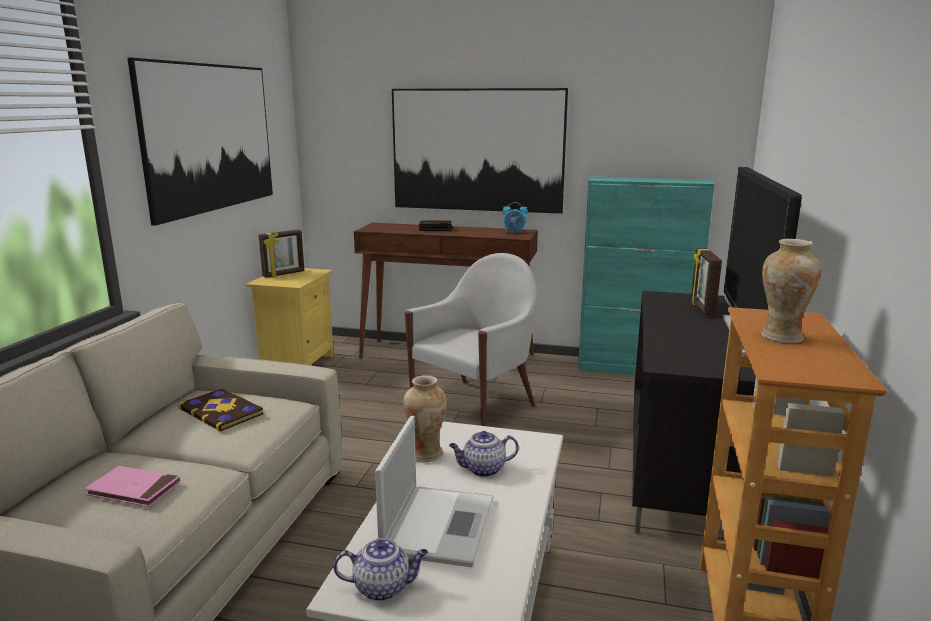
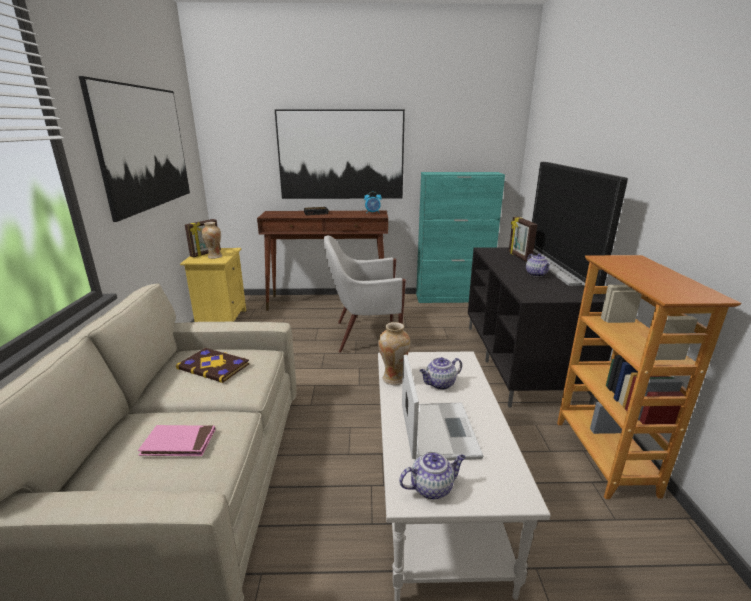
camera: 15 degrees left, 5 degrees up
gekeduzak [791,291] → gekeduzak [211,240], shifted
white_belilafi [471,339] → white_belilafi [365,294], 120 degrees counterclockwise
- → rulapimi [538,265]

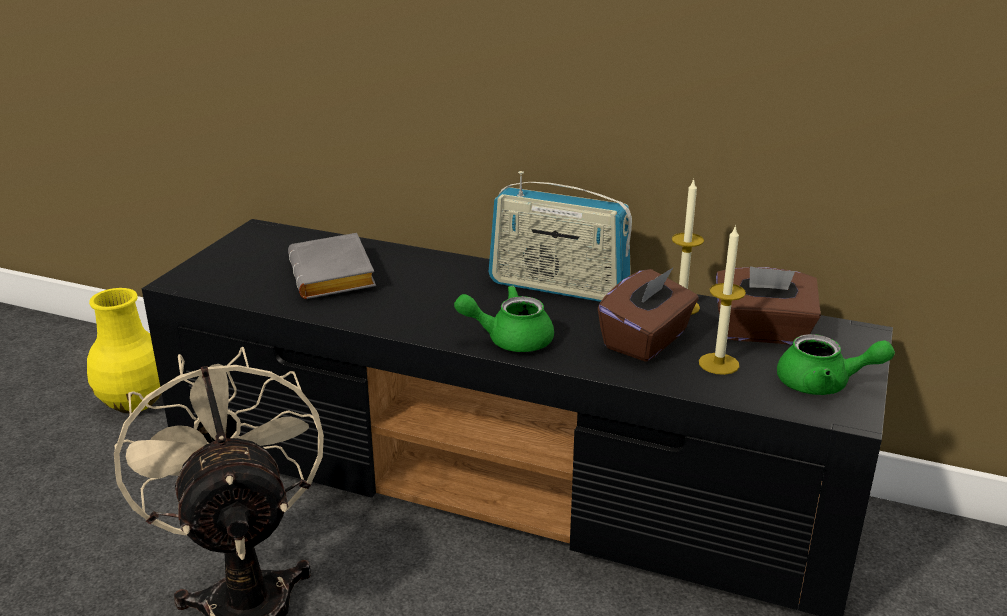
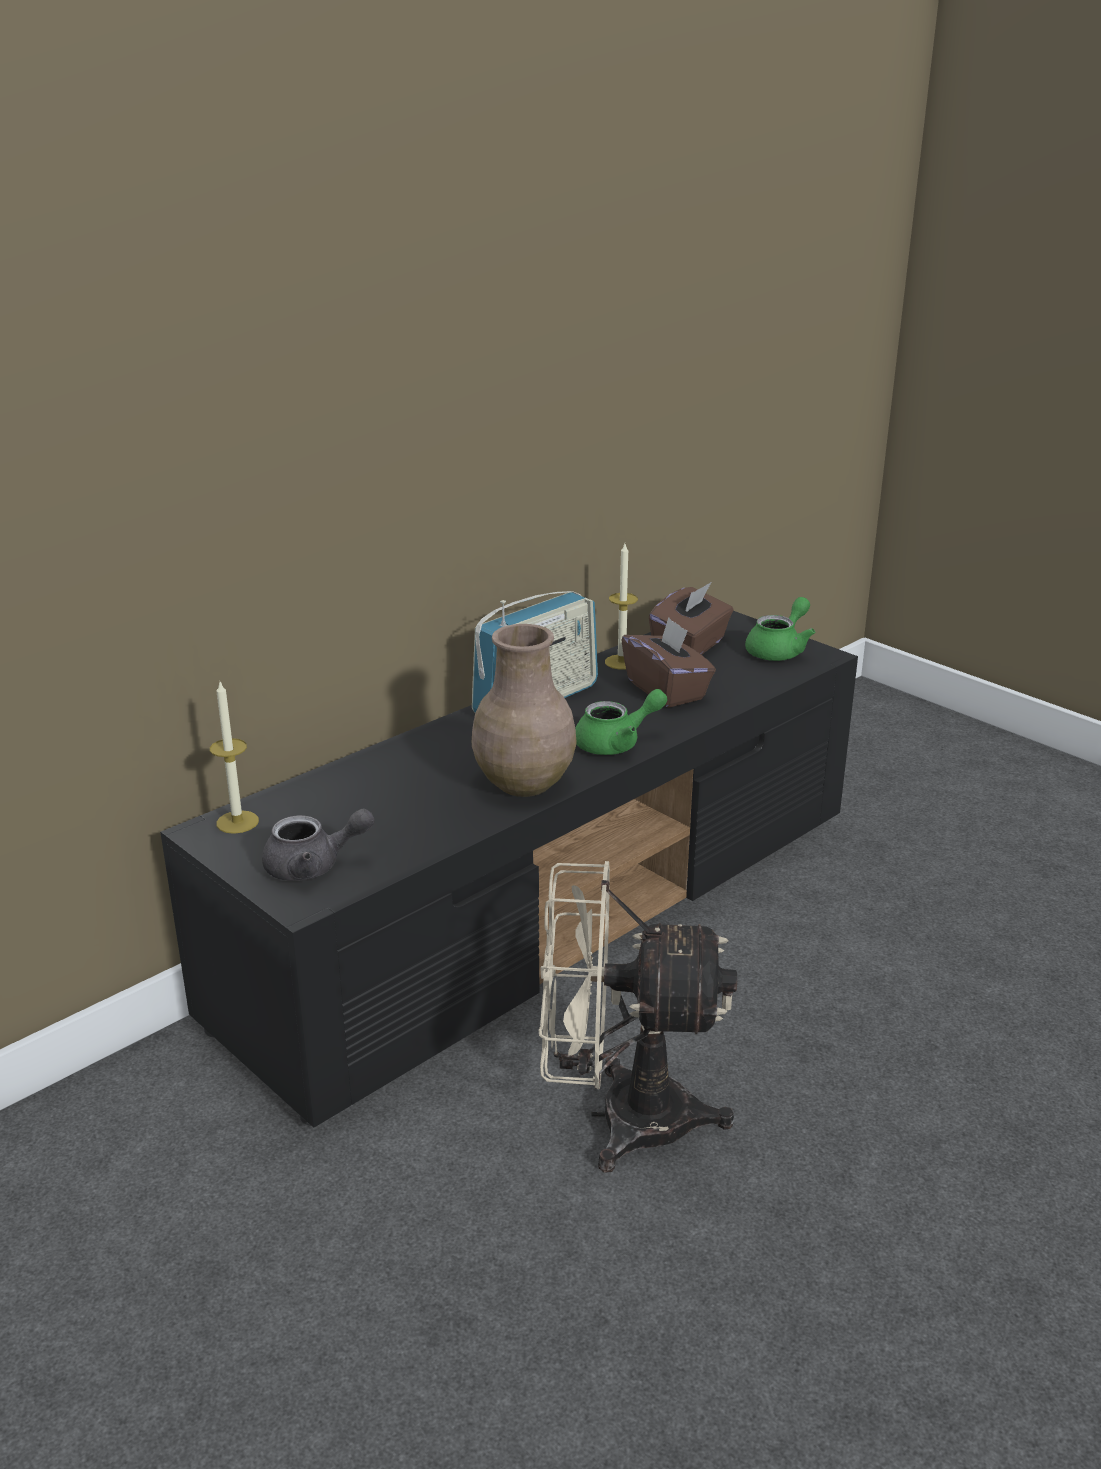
camera: 65 degrees left, 0 degrees up
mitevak [722,300] → mitevak [234,758], shifted
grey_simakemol [332,266] → -
green_rulapimi [504,319] → green_rulapimi [621,722], 135 degrees counterclockwise
yellow_gekeduzak [124,350] → -
- → brown_gekeduzak [524,710]
- → grey_rulapimi [318,844]

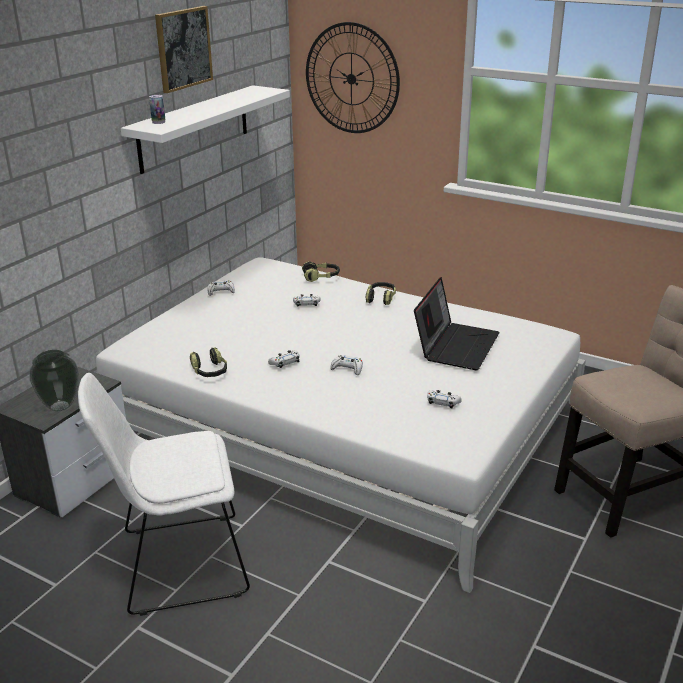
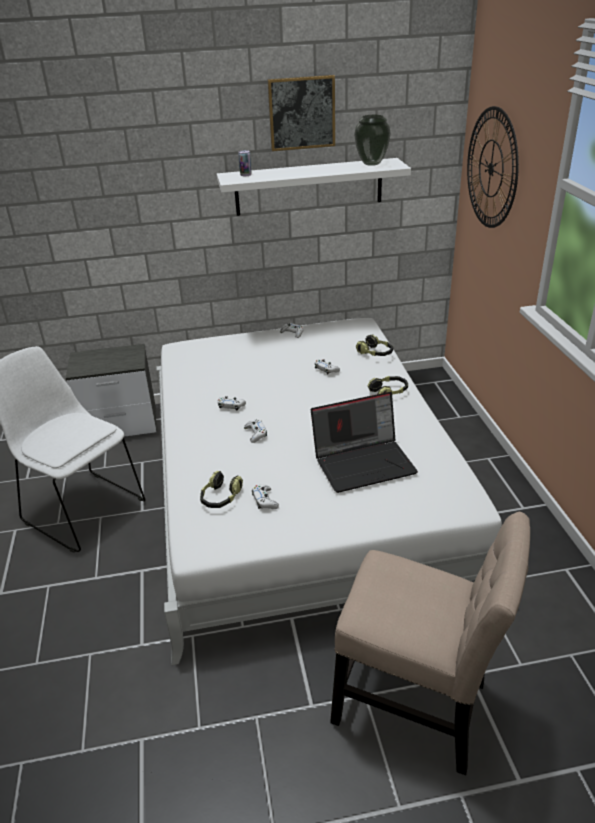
camera: 50 degrees right, 5 degrees up
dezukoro [208,362] → dezukoro [221,489], shifted
gekeduzak [54,380] → gekeduzak [372,140], shifted

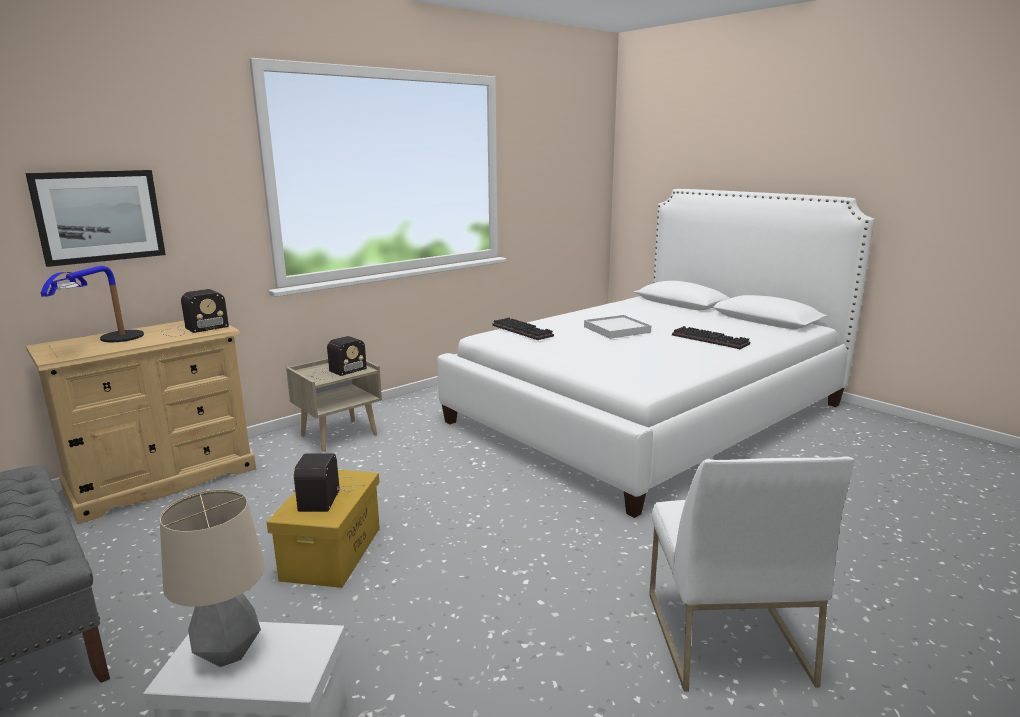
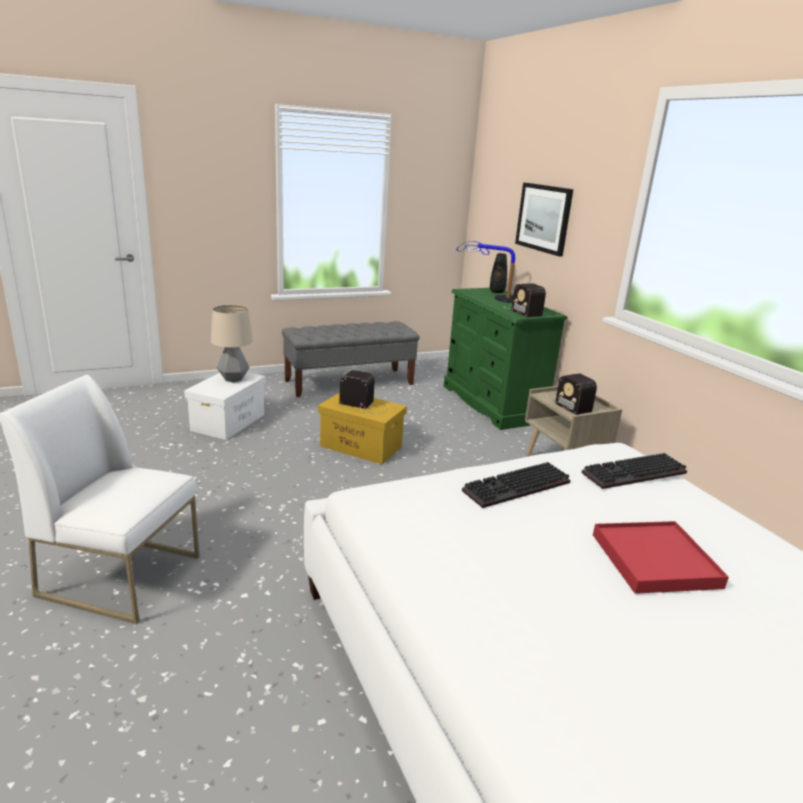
camera: 105 degrees right, 5 degrees up
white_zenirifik [618,327] → red_zenirifik [661,557]
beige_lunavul [141,422] → green_lunavul [505,359]
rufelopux [711,337] → rufelopux [516,485], shifted
- → black_gekeduzak [498,273]

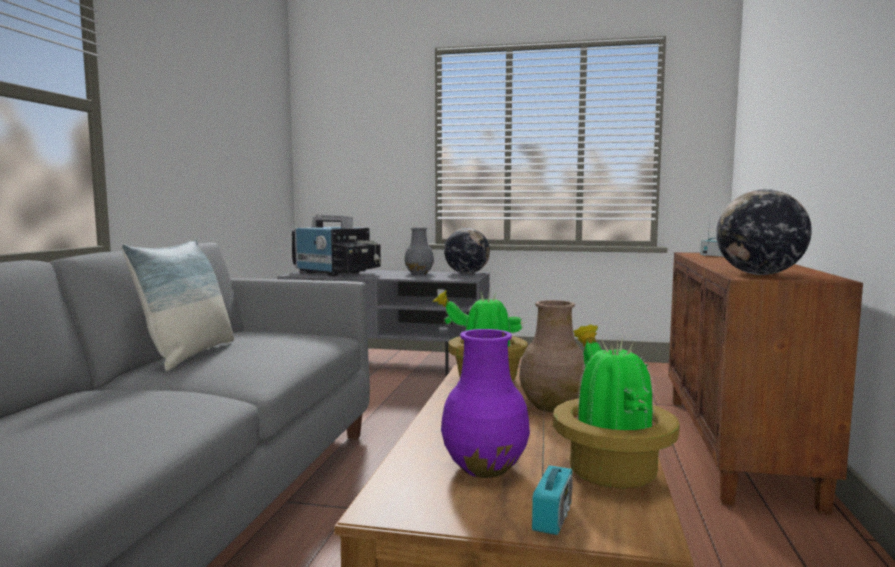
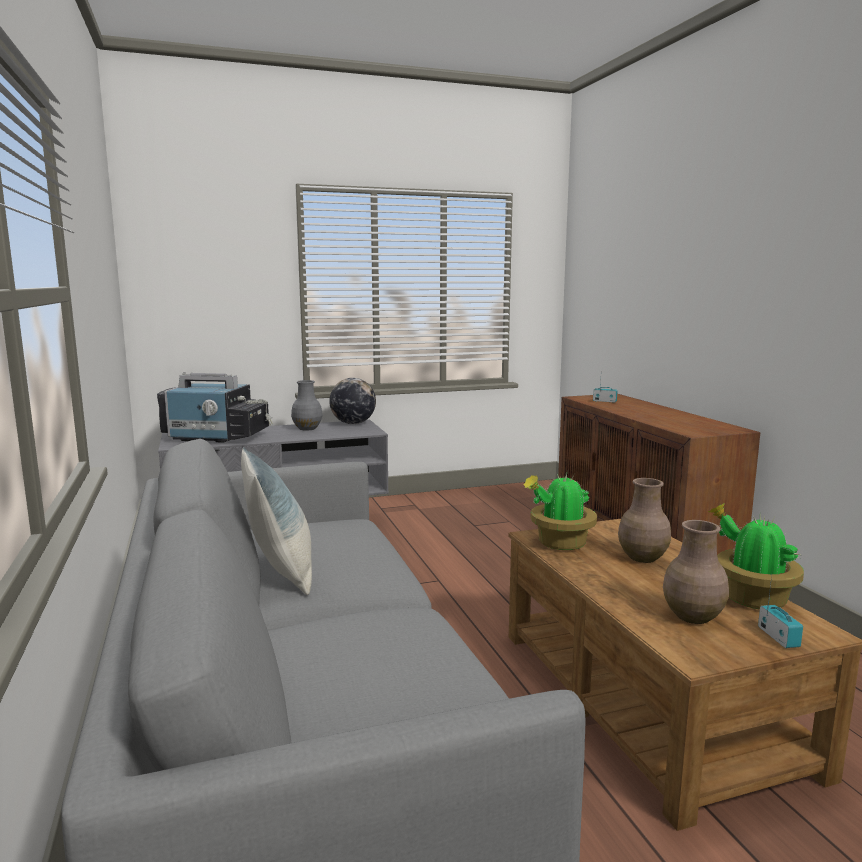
camera: 30 degrees left, 5 degrees up
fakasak [764,232] → -
purple_gekeduzak [485,403] → brown_gekeduzak [696,572]

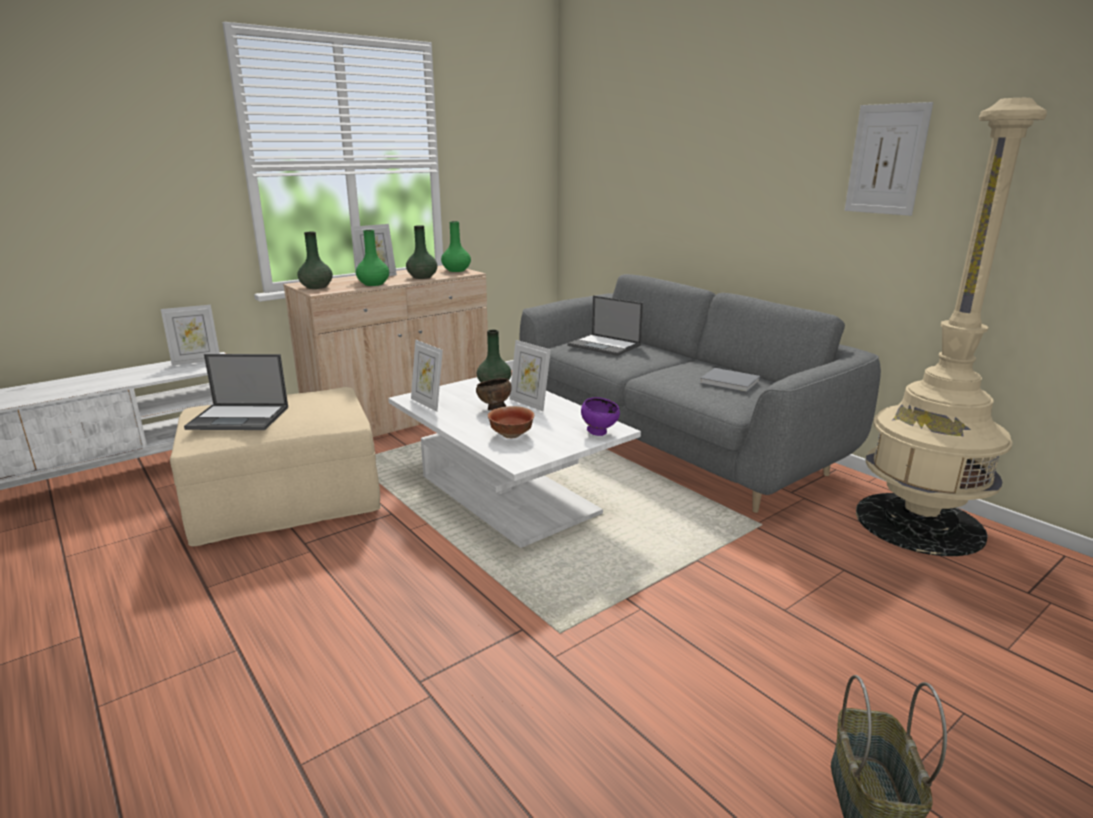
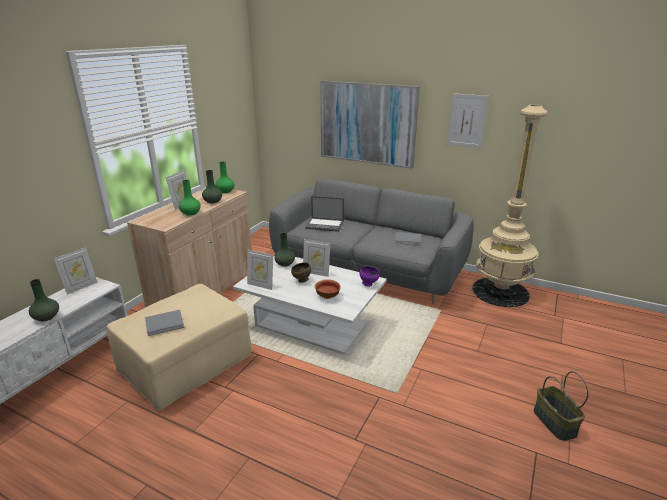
camera: 25 degrees left, 5 degrees up
green_gekeduzak [315,260] → green_gekeduzak [44,300], shifted
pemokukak [236,392] → grey_simakemol [164,323]
- → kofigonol [370,125]

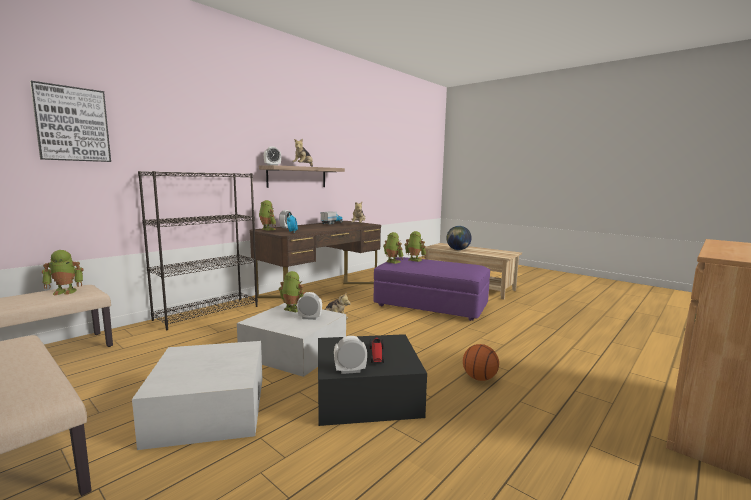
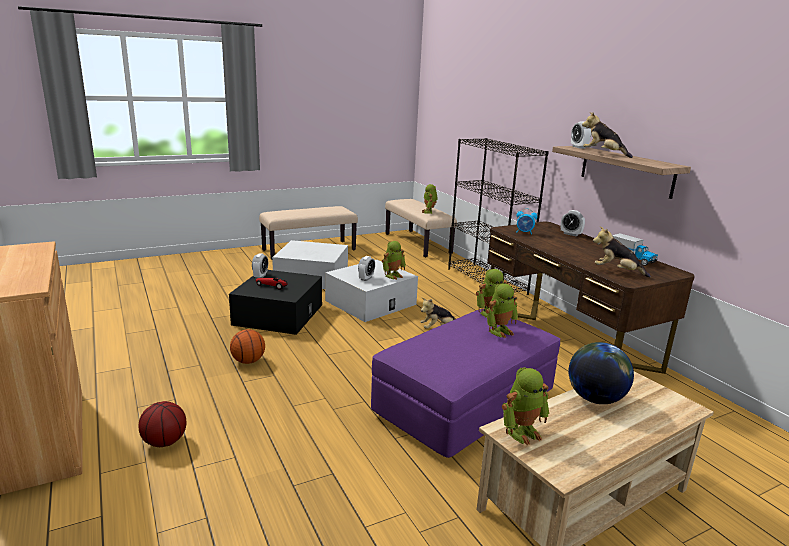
camera: 110 degrees right, 10 degrees up
kofigonol [70,121] → -
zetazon [267,215] → zetazon [526,406], shifted
- → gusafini [162,424]

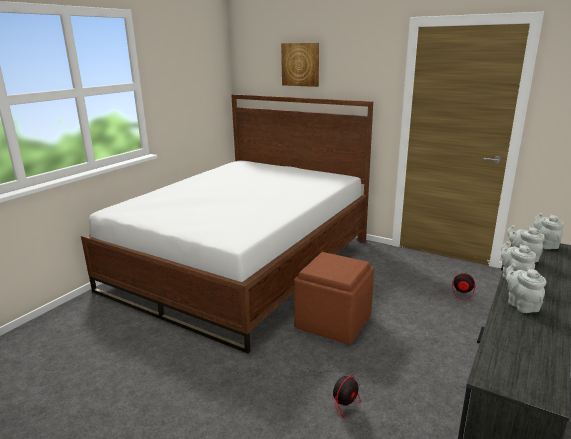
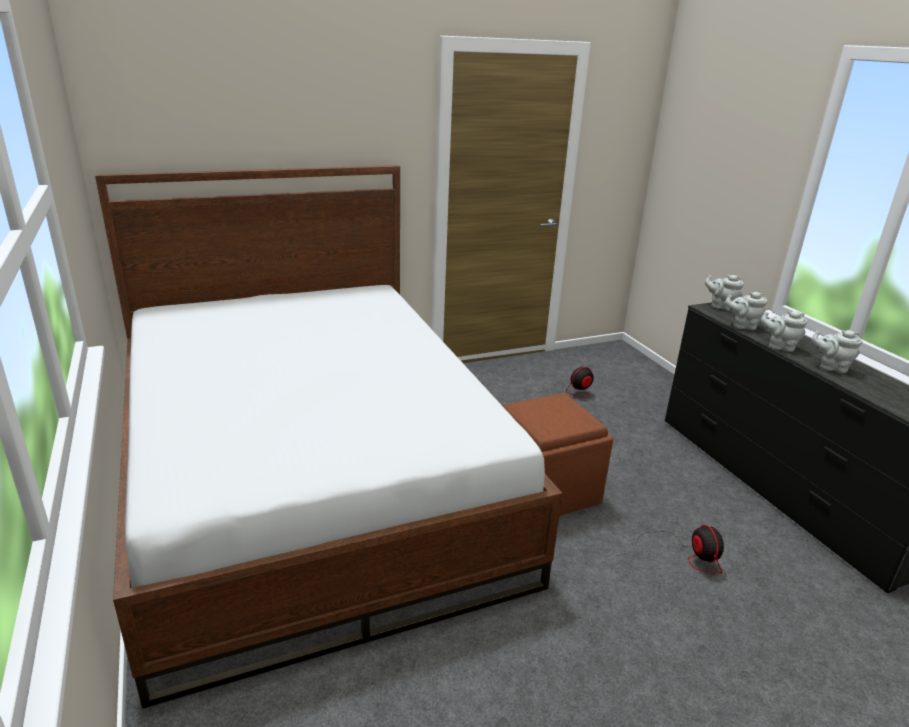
camera: 55 degrees left, 5 degrees up
kofigonol [300,65] → -

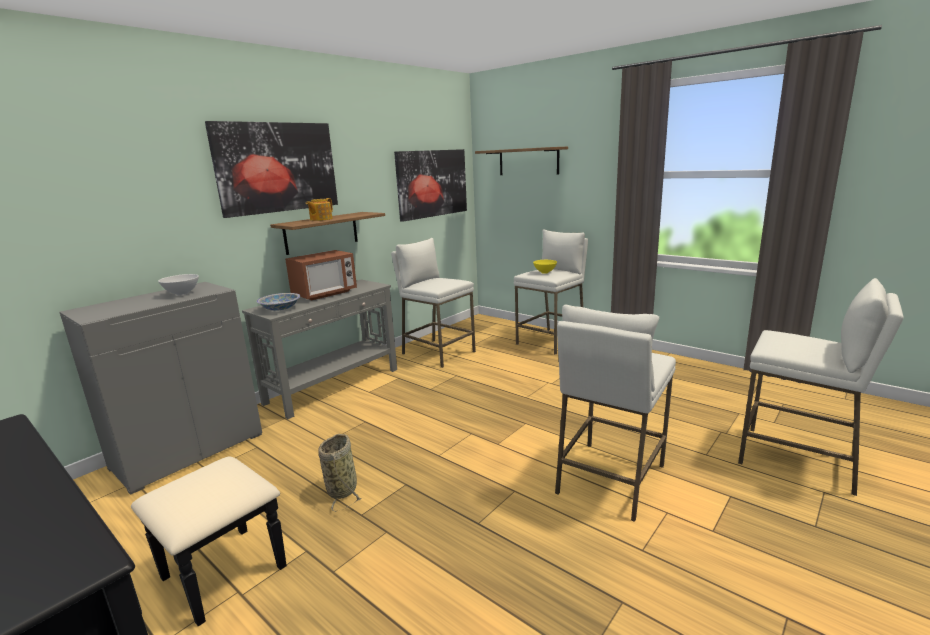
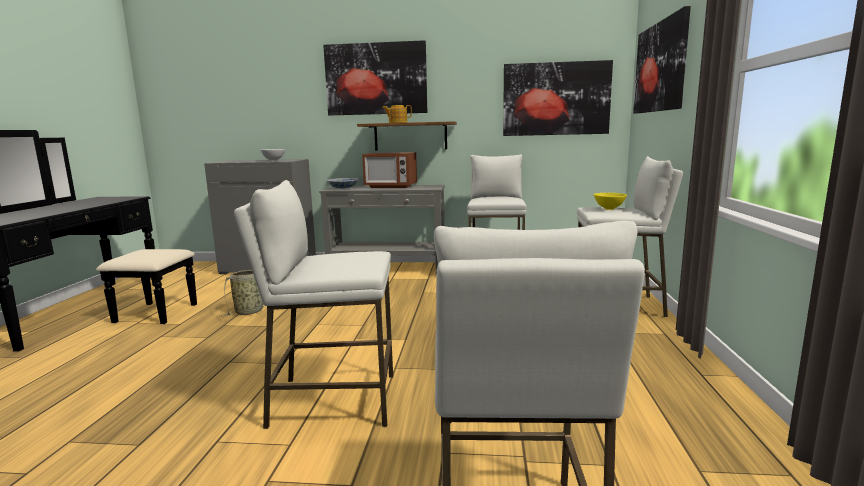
camera: 55 degrees right, 5 degrees down
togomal [521,161] → kofigonol [662,60]

